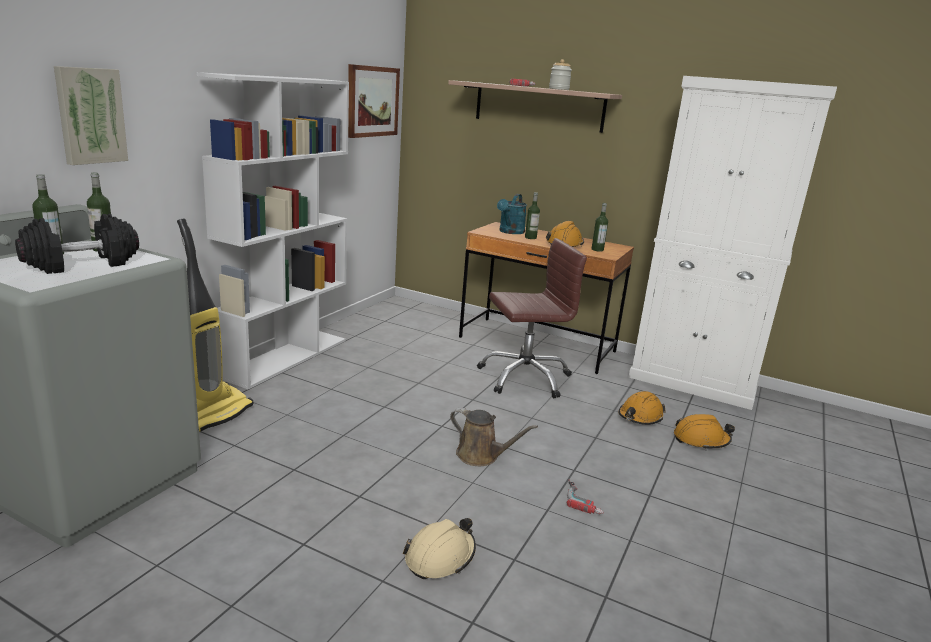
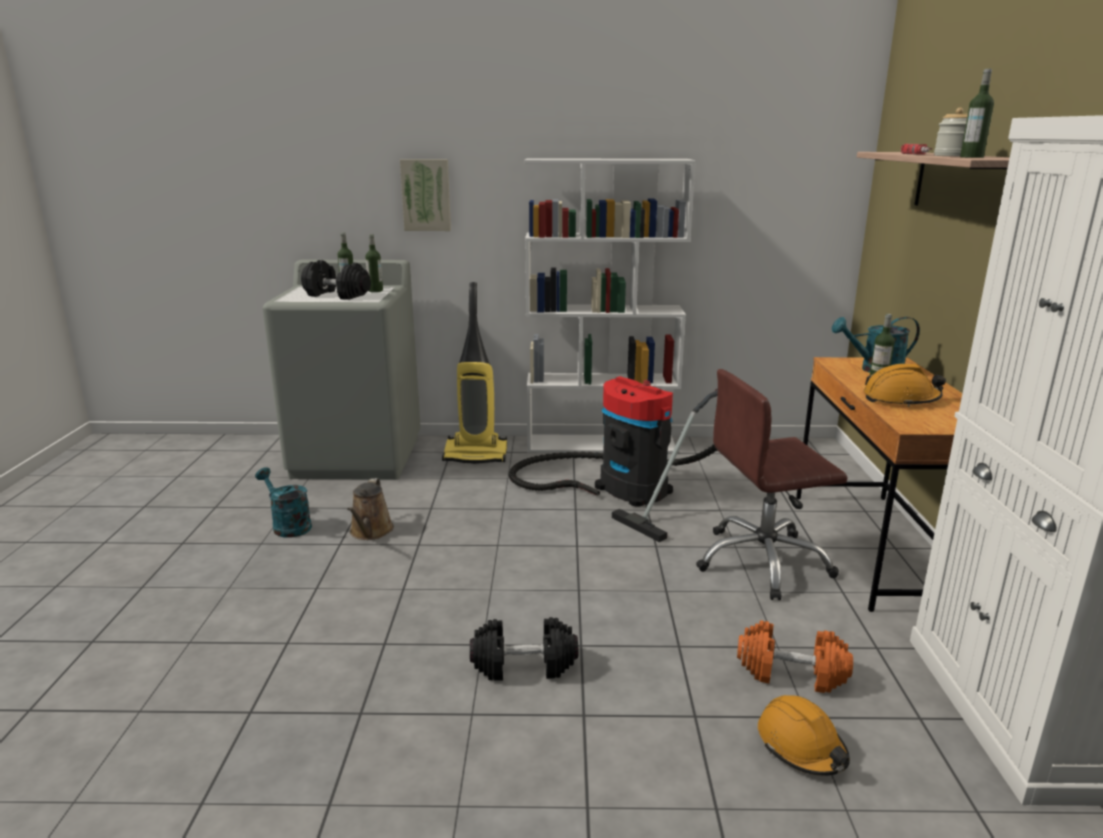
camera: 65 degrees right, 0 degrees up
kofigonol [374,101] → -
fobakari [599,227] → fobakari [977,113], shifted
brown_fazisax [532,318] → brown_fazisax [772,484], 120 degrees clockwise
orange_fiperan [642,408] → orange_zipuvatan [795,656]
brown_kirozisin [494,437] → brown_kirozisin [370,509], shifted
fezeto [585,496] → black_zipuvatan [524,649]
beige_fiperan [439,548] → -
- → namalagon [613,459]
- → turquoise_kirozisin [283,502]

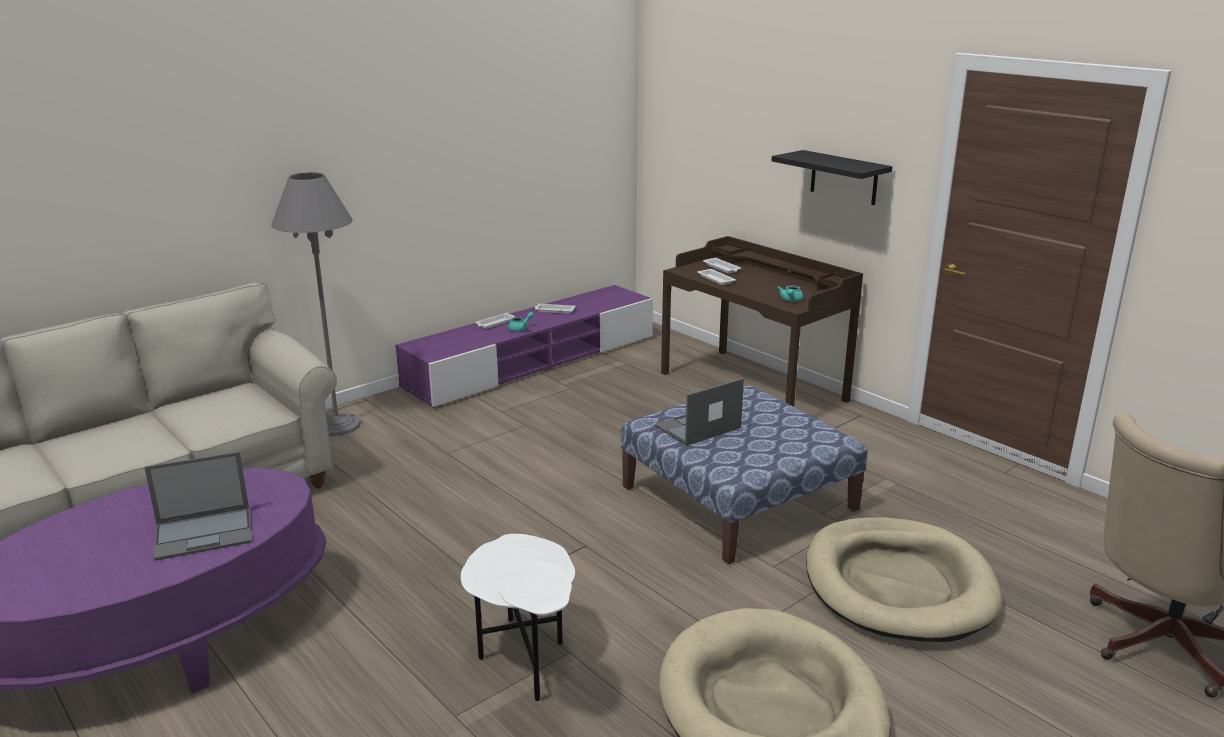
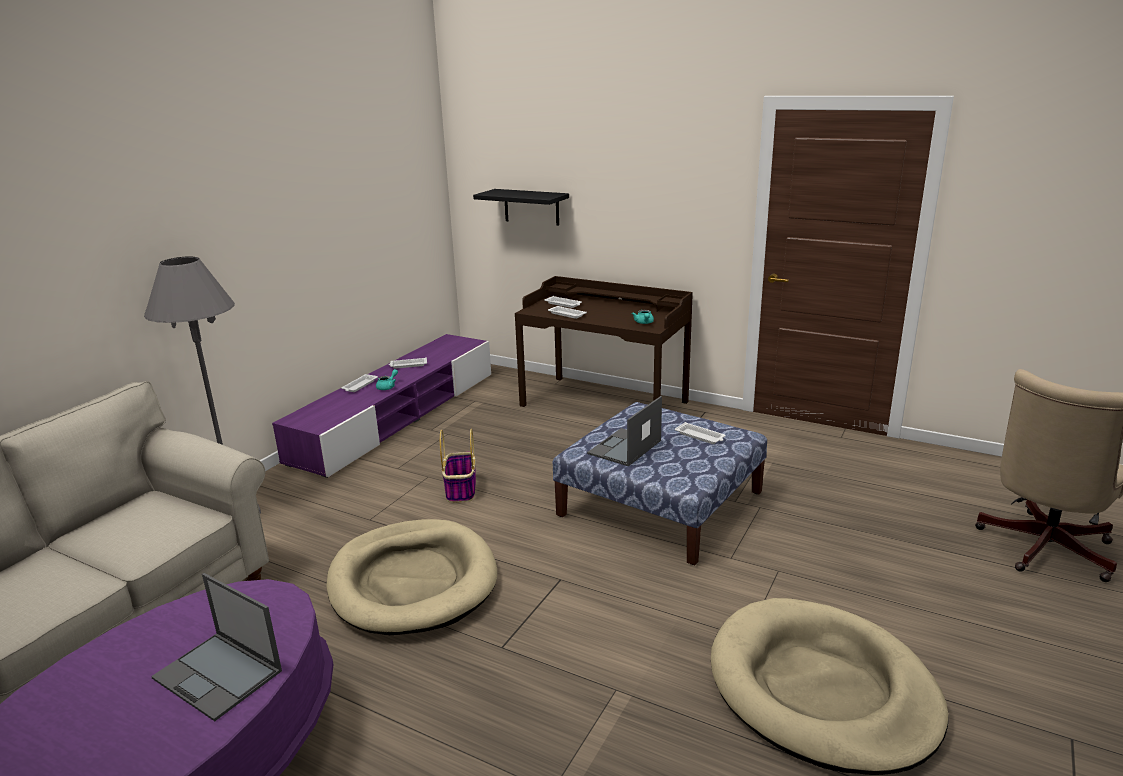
camera: 20 degrees left, 0 degrees up
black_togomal [832,177] → black_togomal [521,207], shifted
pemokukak [198,506] → pemokukak [216,647], 75 degrees clockwise
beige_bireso [904,579] → beige_bireso [411,577], shifted
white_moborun [518,617] → -
- → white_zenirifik [700,433]
- → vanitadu [458,466]

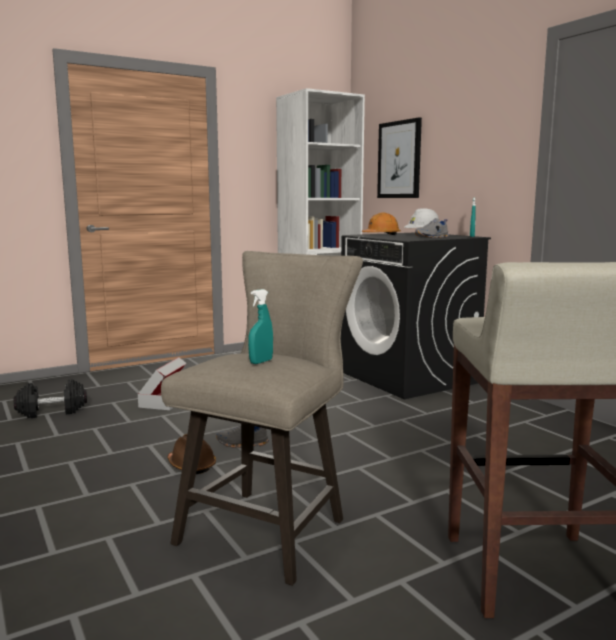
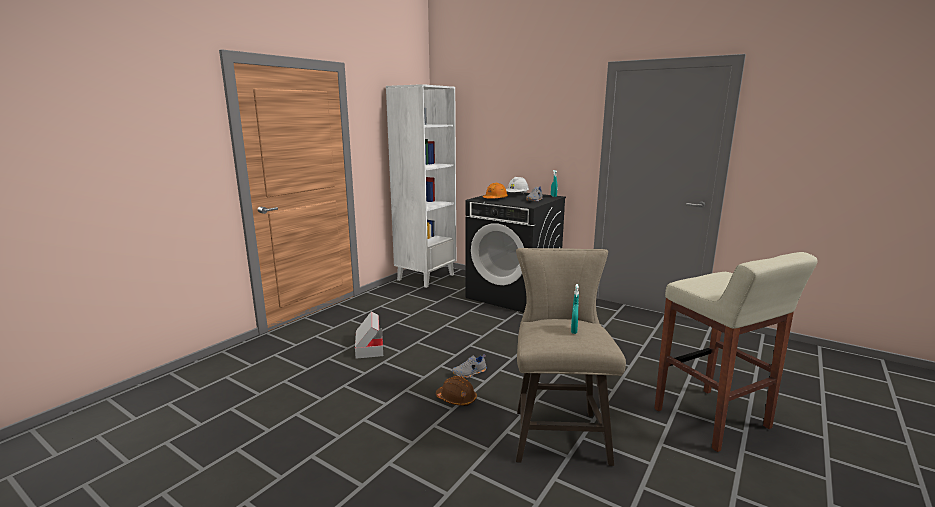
camera: 25 degrees left, 5 degrees up
kofigonol [399,157] → -
black_zipuvatan [50,398] → -

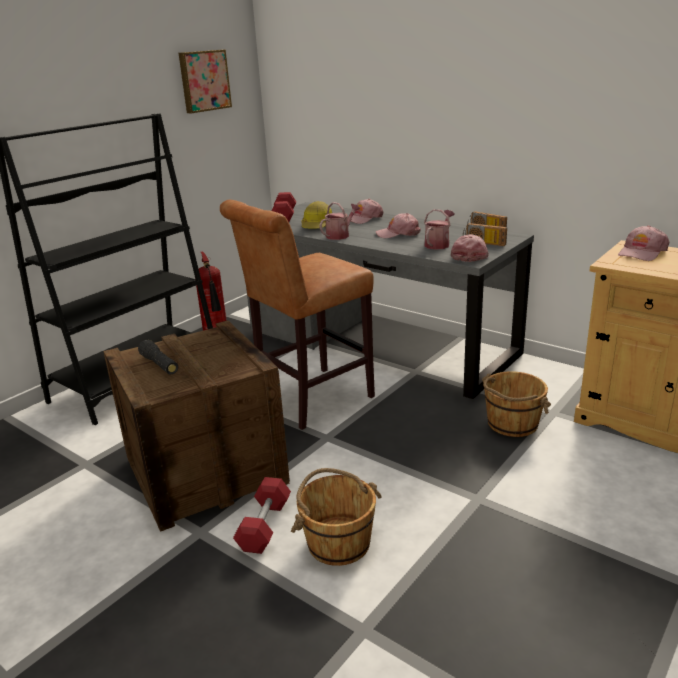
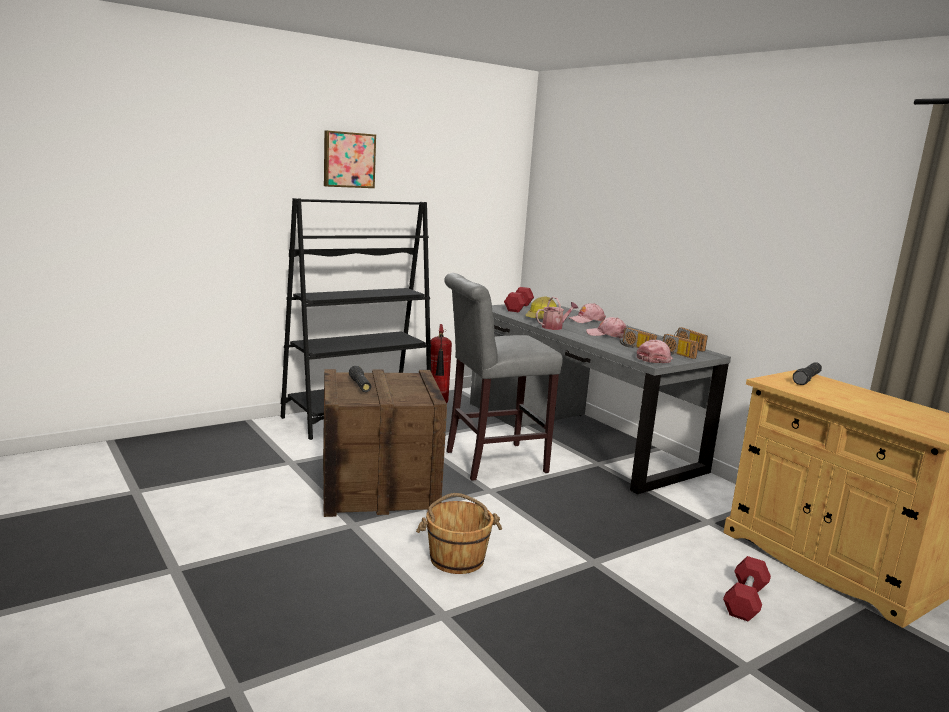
camera: 15 degrees right, 10 degrees down
kofigonol [205,81] → kofigonol [350,159], shifted
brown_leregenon [297,315] → grey_leregenon [503,377]
kirozisin [439,229] → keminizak [638,338]
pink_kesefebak [643,243] → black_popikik [807,373]
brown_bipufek [516,404] → -
red_zipuvatan [262,515] → red_zipuvatan [747,588], shifted

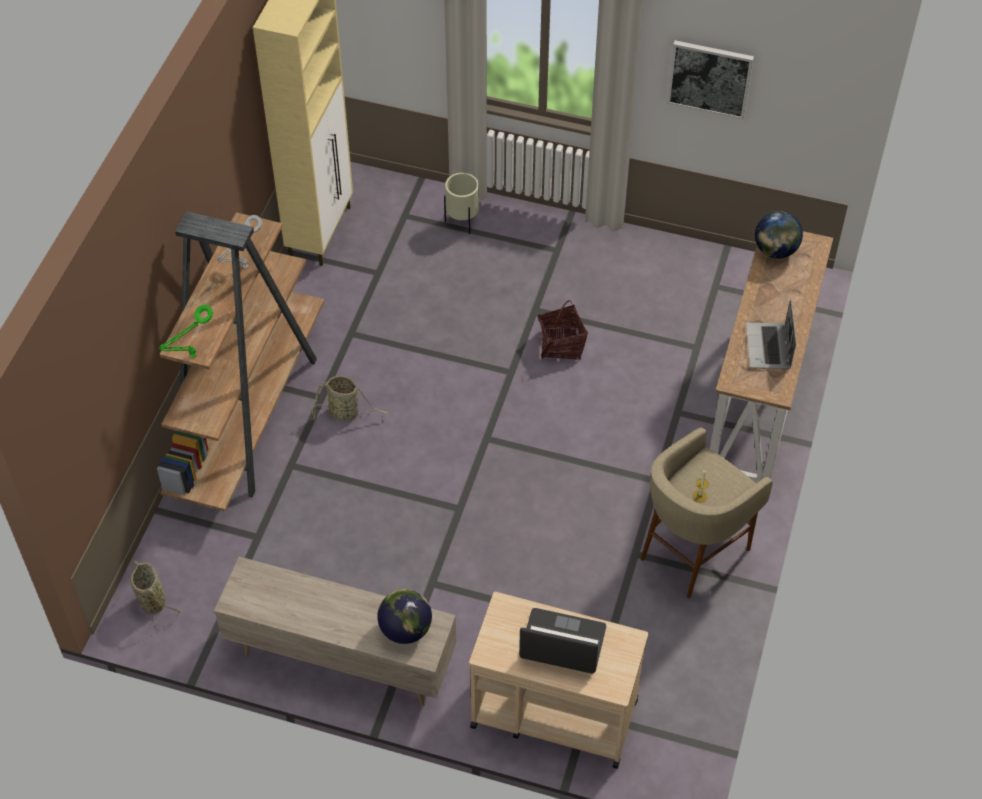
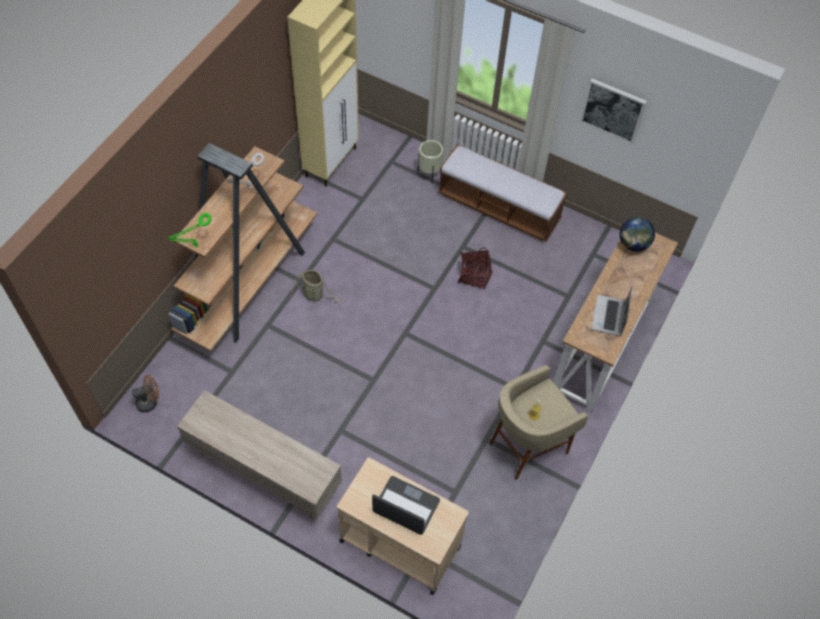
camera: 10 degrees right, 5 degrees up
vanitadu [155,593] → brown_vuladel [145,394]
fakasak [404,616] → -
- → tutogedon [503,193]

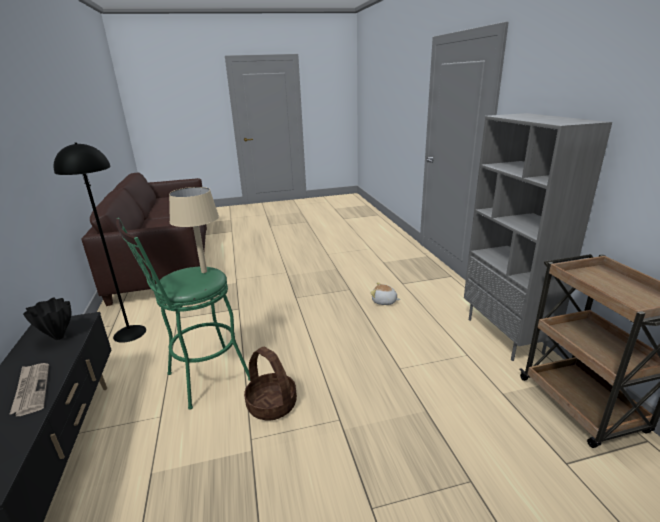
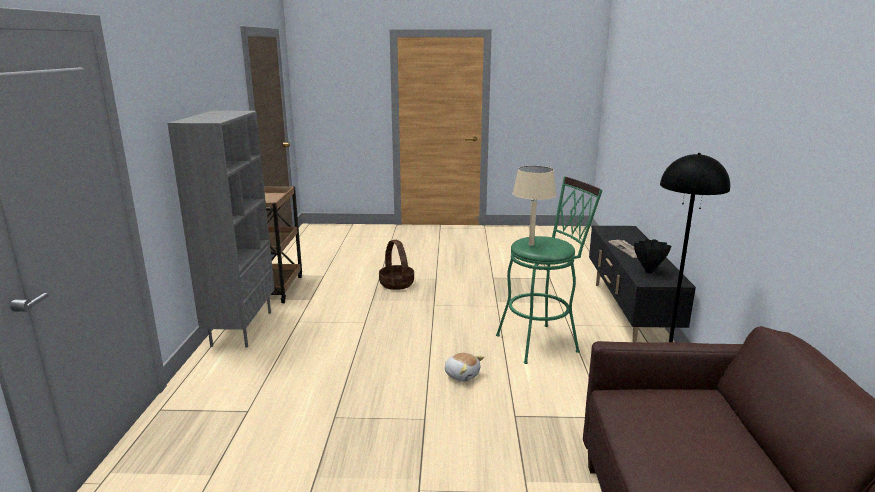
camera: 165 degrees left, 5 degrees down
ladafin [385,293] → ladafin [464,367], shifted
vanitadu [270,383] → vanitadu [396,265], shifted

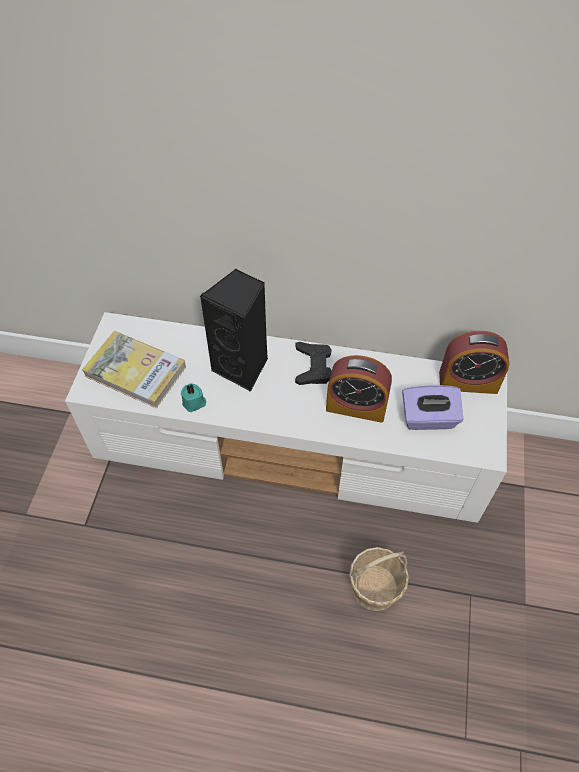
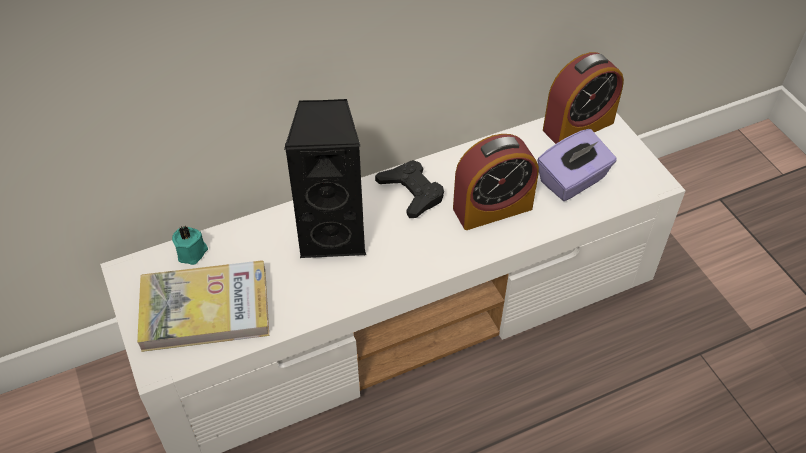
camera: 35 degrees left, 5 degrees down
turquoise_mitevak [193,398] → turquoise_mitevak [190,245], shifted
vanitadu [379,579] → -

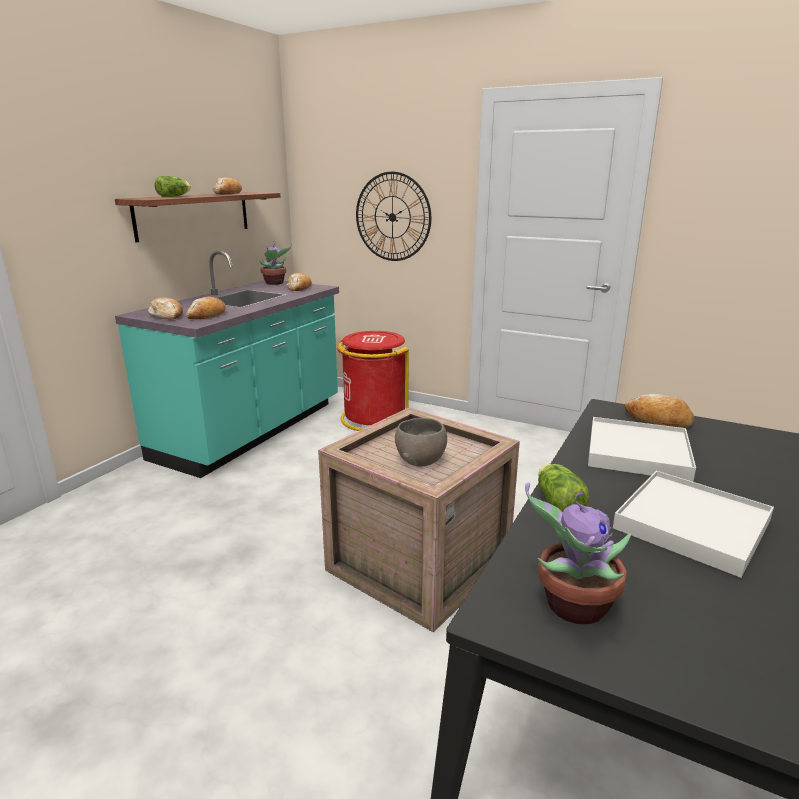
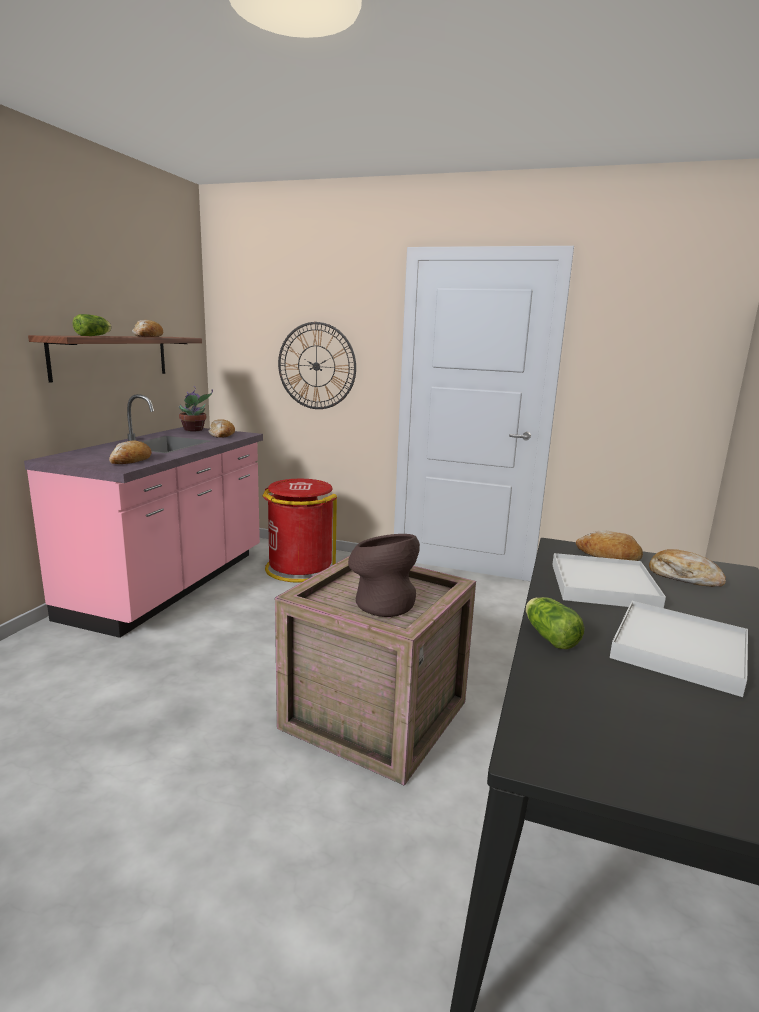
camera: 10 degrees left, 5 degrees down
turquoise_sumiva [227,364] → pink_sumiva [143,516]
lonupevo [165,308] → lonupevo [687,568], shifted
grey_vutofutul [421,442] → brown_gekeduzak [384,575]
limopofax [578,553] → -

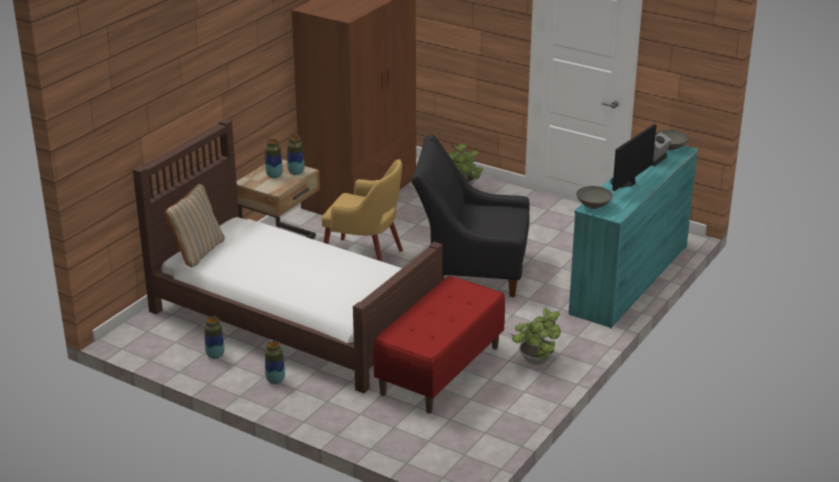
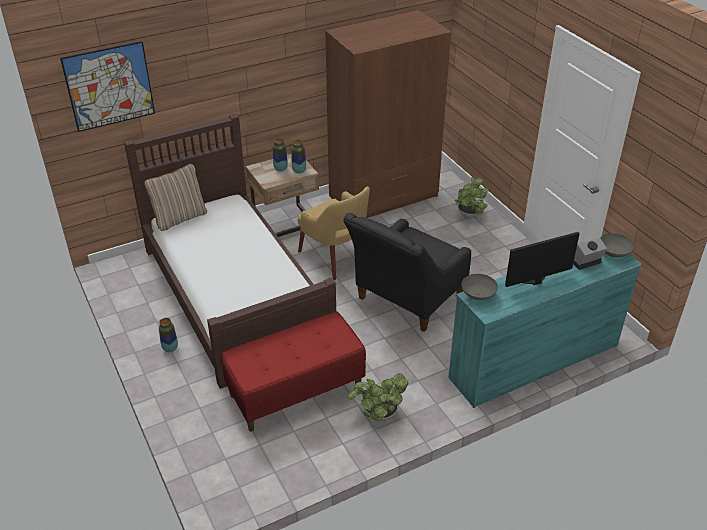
camera: 30 degrees right, 10 degrees up
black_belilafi [470,215] → black_belilafi [407,272], 90 degrees counterclockwise
gekeduzak [214,337] → -
- → kofigonol [107,86]

